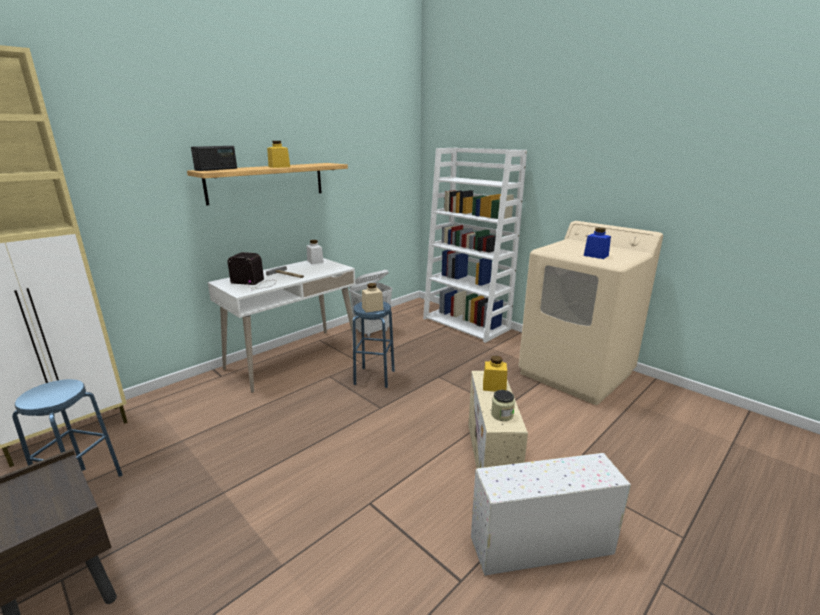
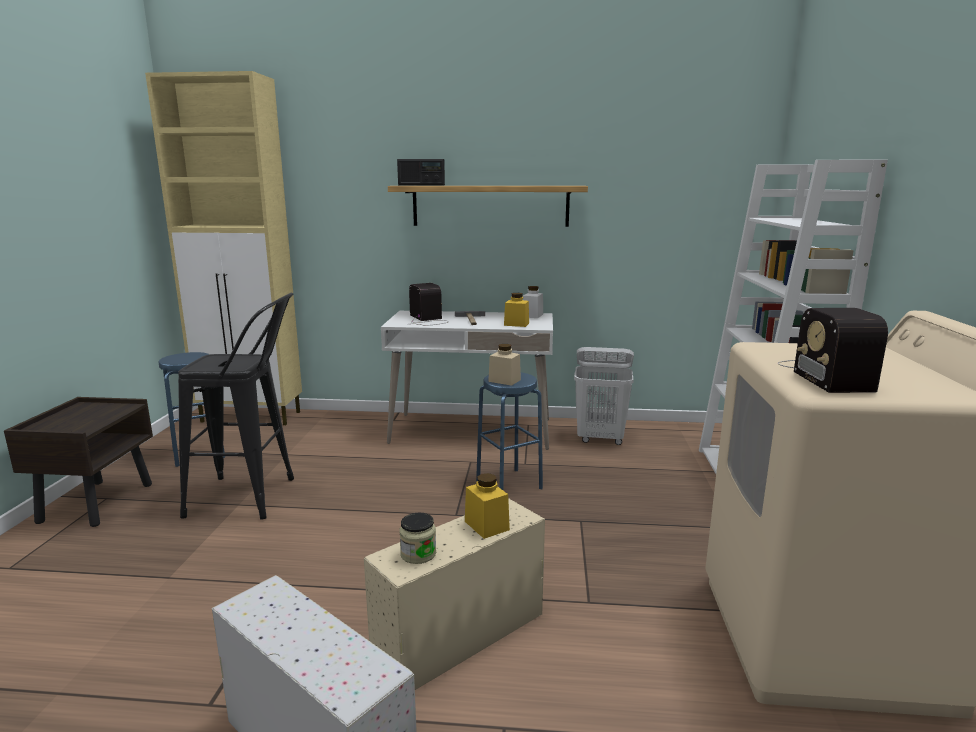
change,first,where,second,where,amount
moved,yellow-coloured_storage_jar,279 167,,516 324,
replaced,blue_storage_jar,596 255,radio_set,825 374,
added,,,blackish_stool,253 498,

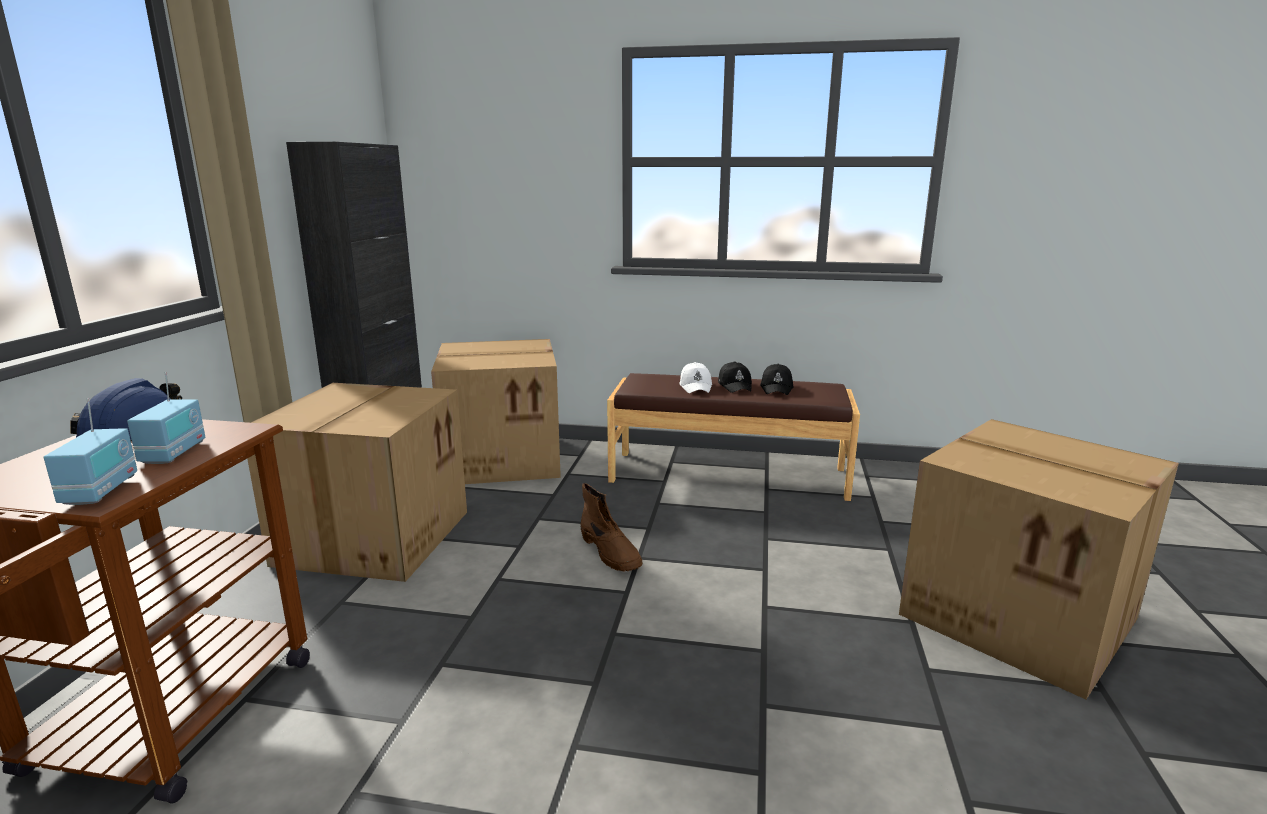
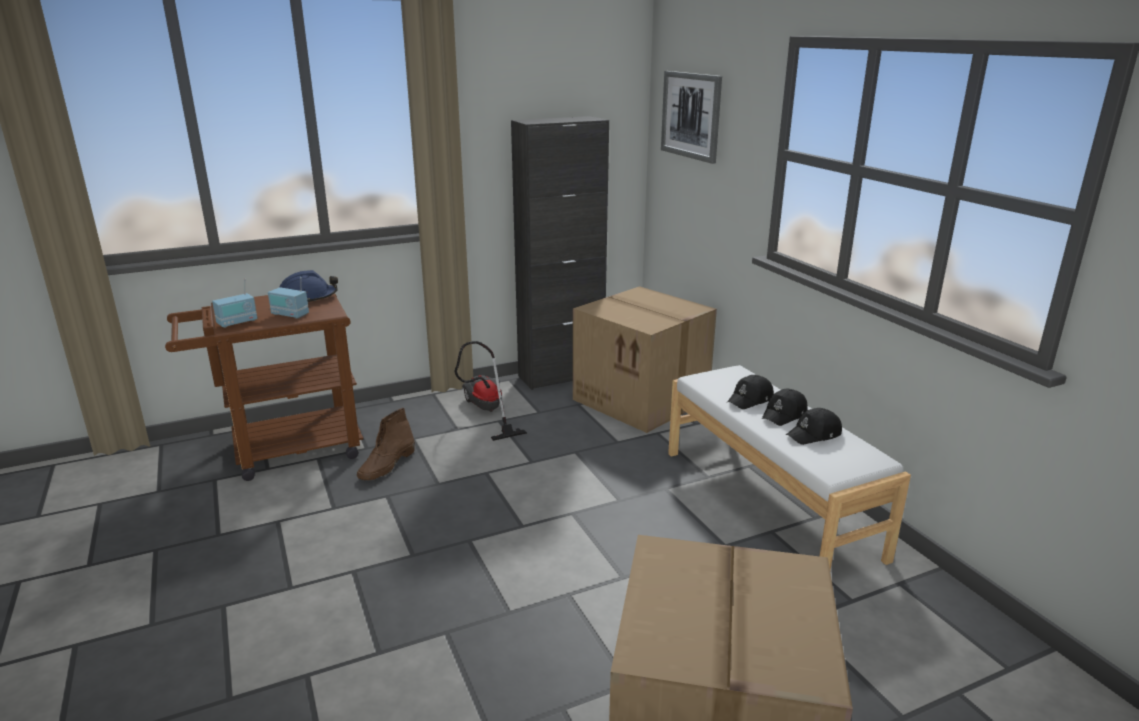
change,first,where,second,where,amount
turned,radio_set,174 452,,290 315,60 degrees clockwise
replaced,carton,373 536,hoover,486 411,
moved,brownish_boot,611 552,,387 465,
recoloured,brownish_long_seat,728 474,white_long_seat,769 502,
recoloured,white_peaked_cap,696 386,blackish_peaked_cap,750 399,
added,,,wall_picture,691 115,

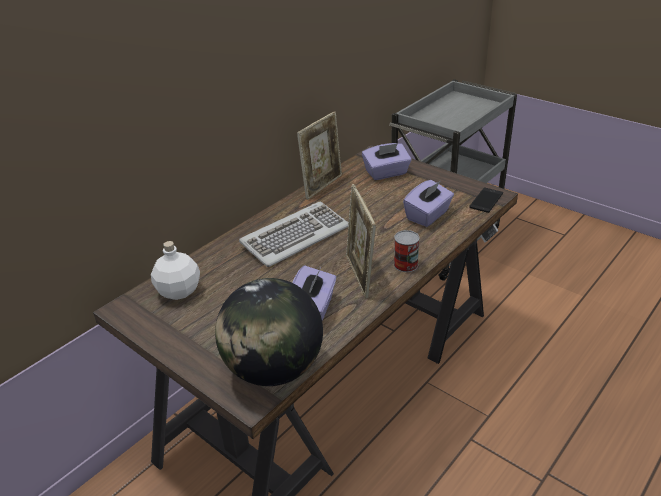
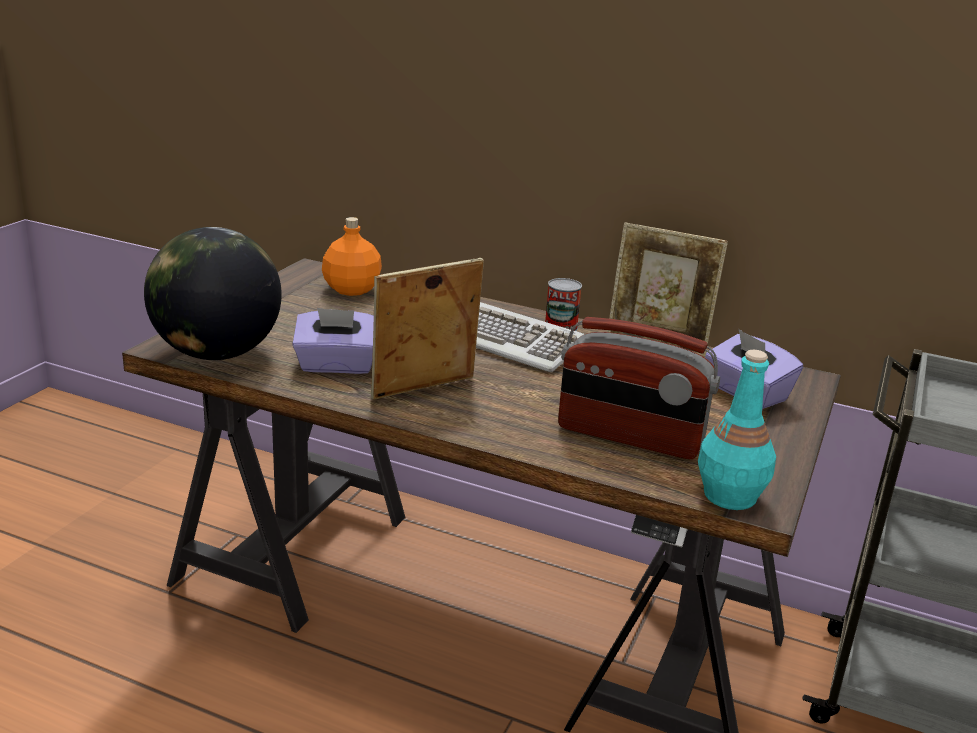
change,first,where,second,where,amount
recoloured,white_drink_bottle,179 291,orange_drink_bottle,351 290,
moved,can,405 264,,560 327,
replaced,purple-coloured_tissue_holder,428 215,radio_set,629 437,
replaced,phone,486 200,turquoise-coloured_drink_bottle,729 495,

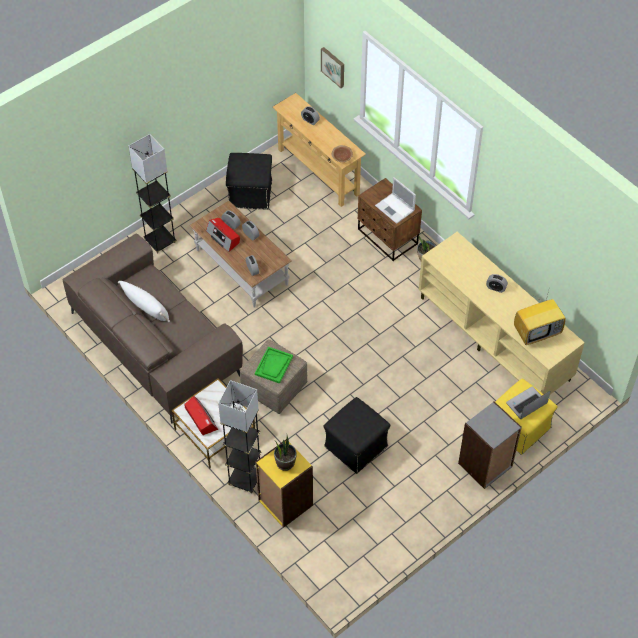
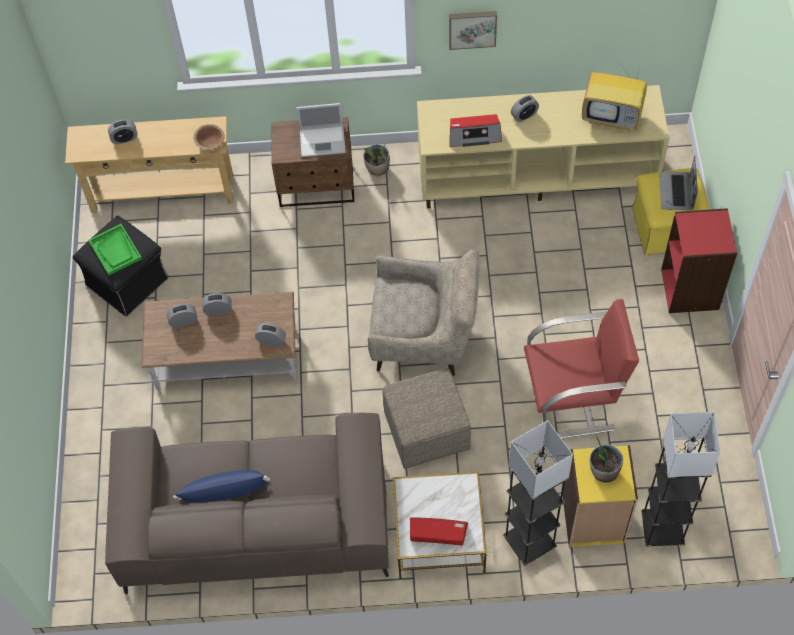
change,first,where,second,where,amount
recoloured,white_throw_pillow,146 307,blue_throw_pillow,224 493,
moved,grey_standard_lamp,160 241,,661 529,
moved,radio_set,223 237,,474 135,
moved,green-coloured_carrying_tray,274 366,,115 250,
moved,wall_picture,333 66,,472 28,
replaced,blackish_footrest,355 447,reddish_easy_chair,572 398,
recoloured,grey_bookcase,485 465,reddish_bookcase,690 289,
turned,television,537 332,,613 116,90 degrees clockwise
added,,,sand-coloured_easy_chair,425 339,

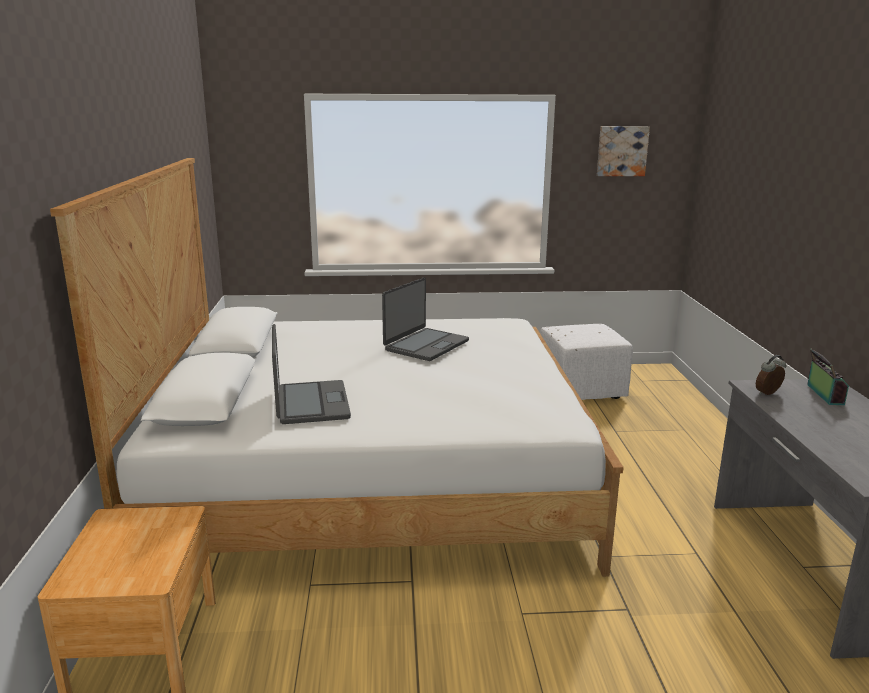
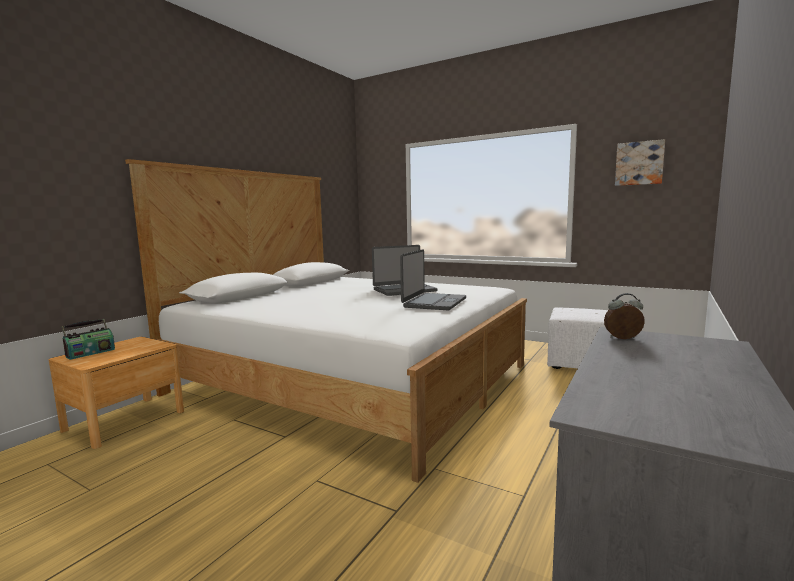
change,first,where,second,where,amount
moved,notebook_computer,310 404,,434 303,
moved,radio_set,823 394,,90 353,

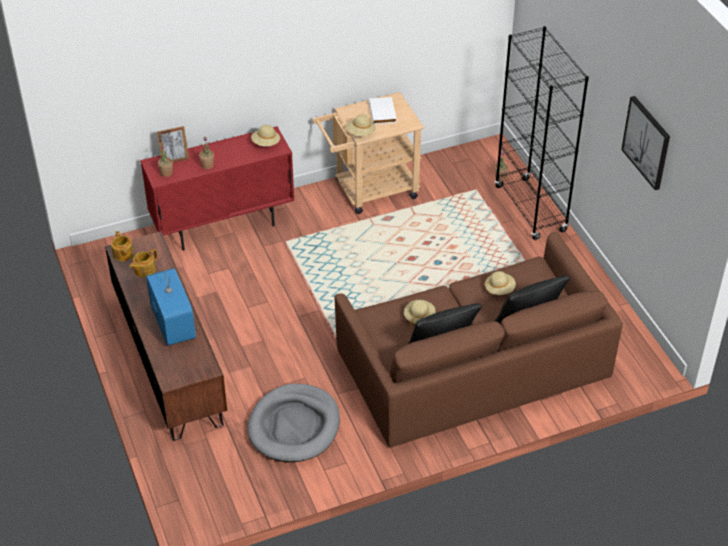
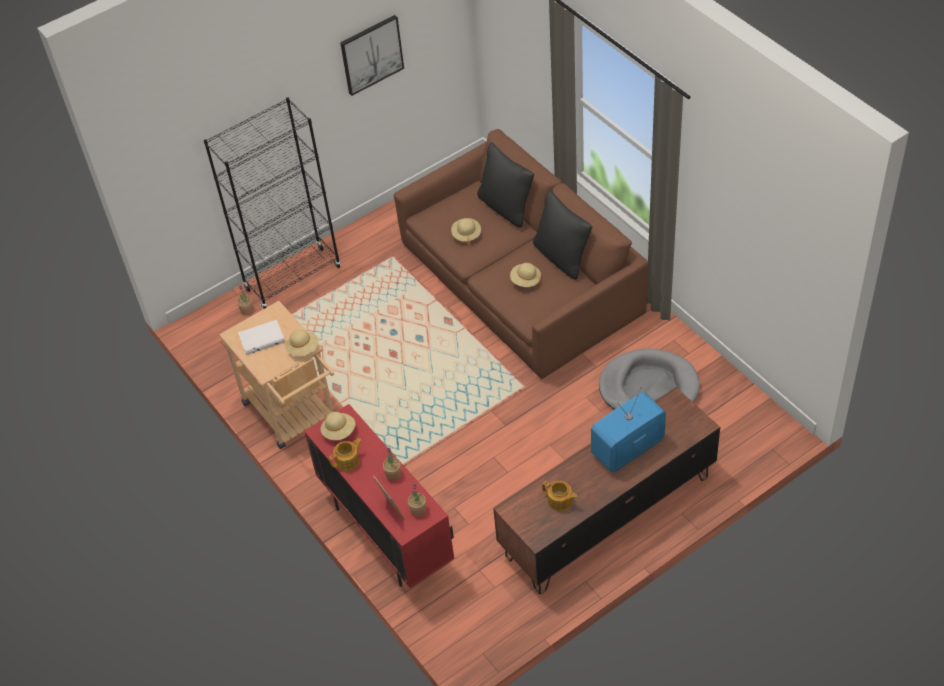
change,first,where,second,where,amount
moved,pot_for_tea,123 254,,348 461,

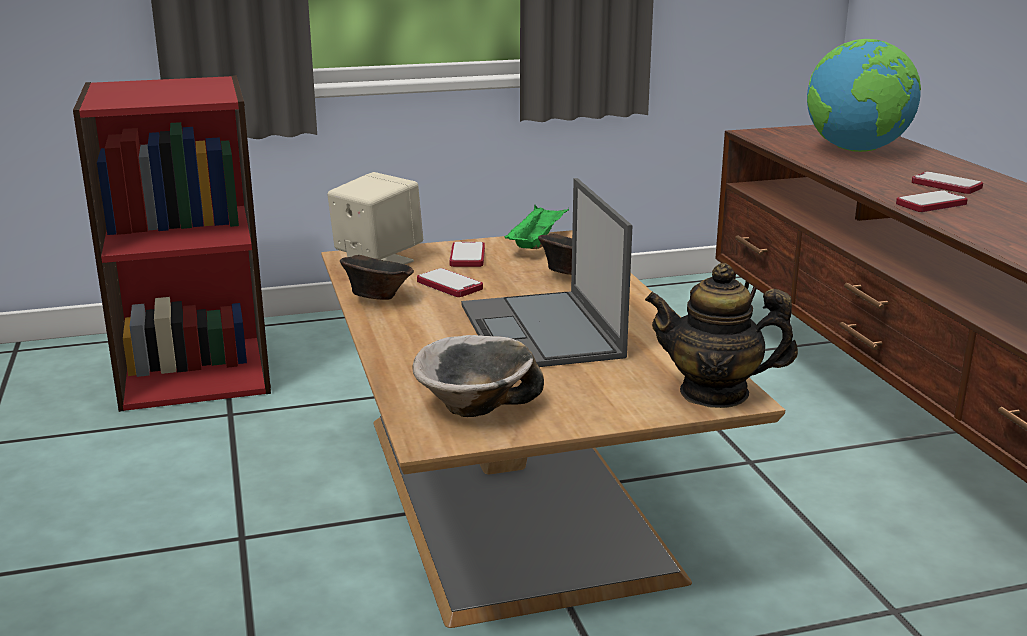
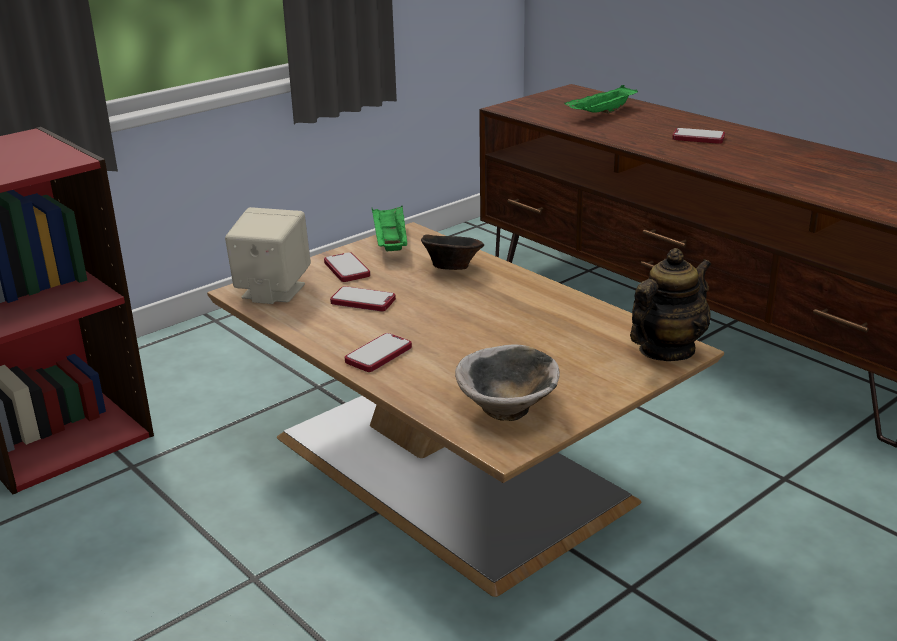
change,first,where,second,where,amount
removed,brownish_bowl,377 298,,,
removed,notebook_computer,541 332,,,
turned,pot_for_tea,714 393,,666 350,150 degrees clockwise
replaced,desk_globe,857 150,green-coloured_carrying_tray,601 114,
moved,phone,931 204,,378 354,

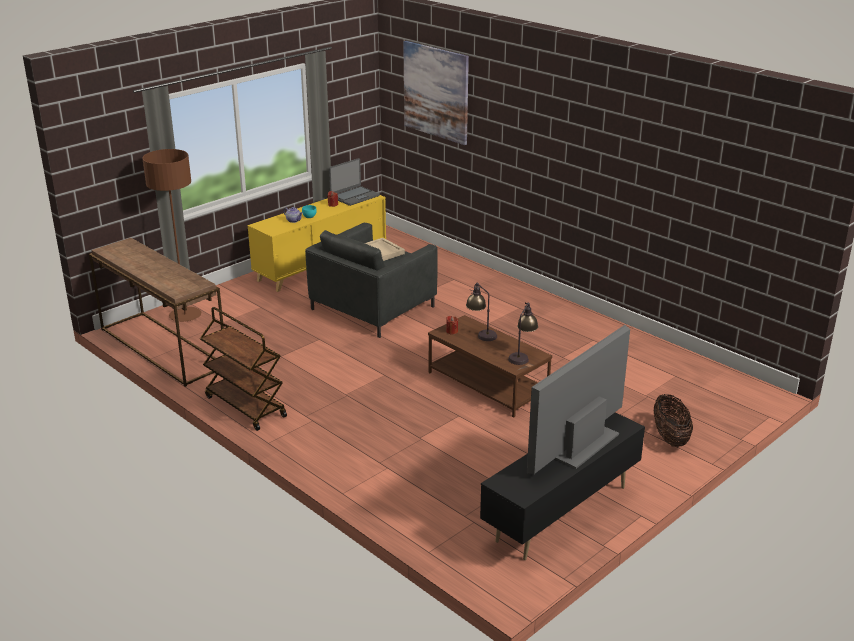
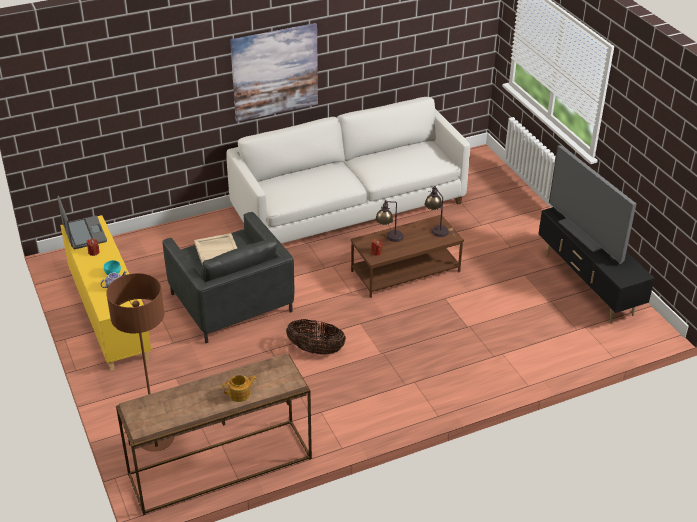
change,first,where,second,where,amount
removed,brownish_trolley,244 406,,,
moved,wall_picture,436 92,,275 72,
moved,household_basket,670 437,,315 350,
added,,,pot_for_tea,240 394,
added,,,white_settee,349 206,

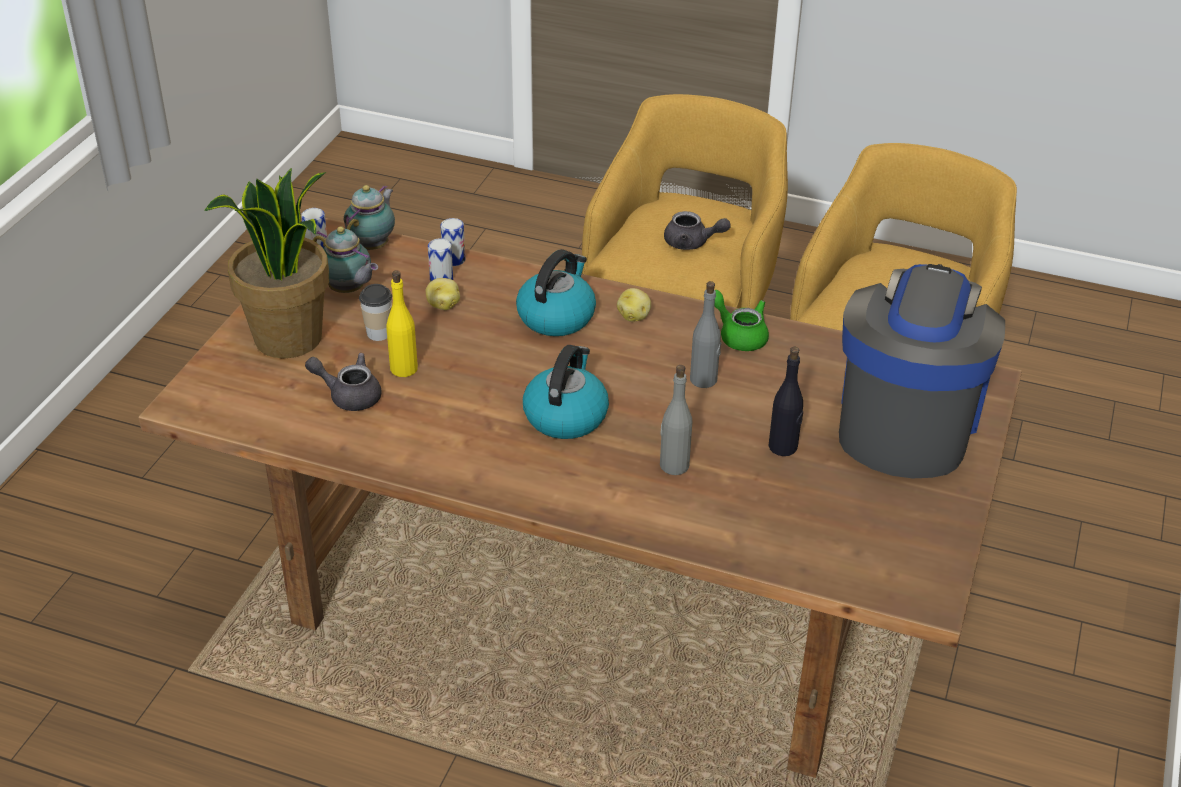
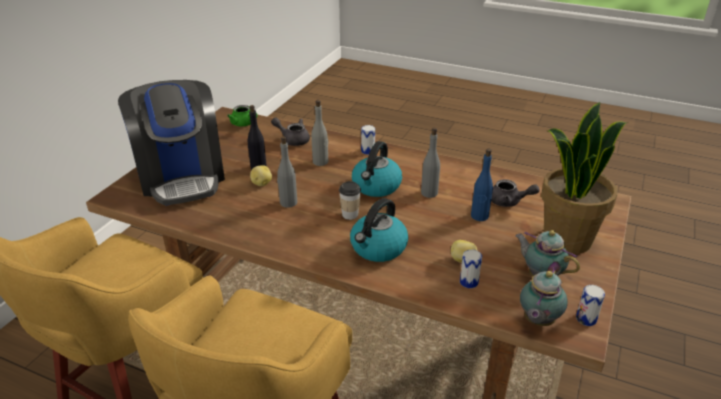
change,first,where,second,where,amount
moved,cup,379 333,,350 214,
recoloured,yellow-coloured_drink_bottle,404 368,blue_drink_bottle,479 216,
moved,can,454 260,,368 151,
moved,potato,634 316,,261 183,
moved,grey_pot_for_tea,692 243,,293 139,
moved,green-coloured_pot_for_tea,739 335,,245 124,
turned,coffee_maker,906 422,,182 177,45 degrees counterclockwise
added,,,grey_drink_bottle,429 193,

